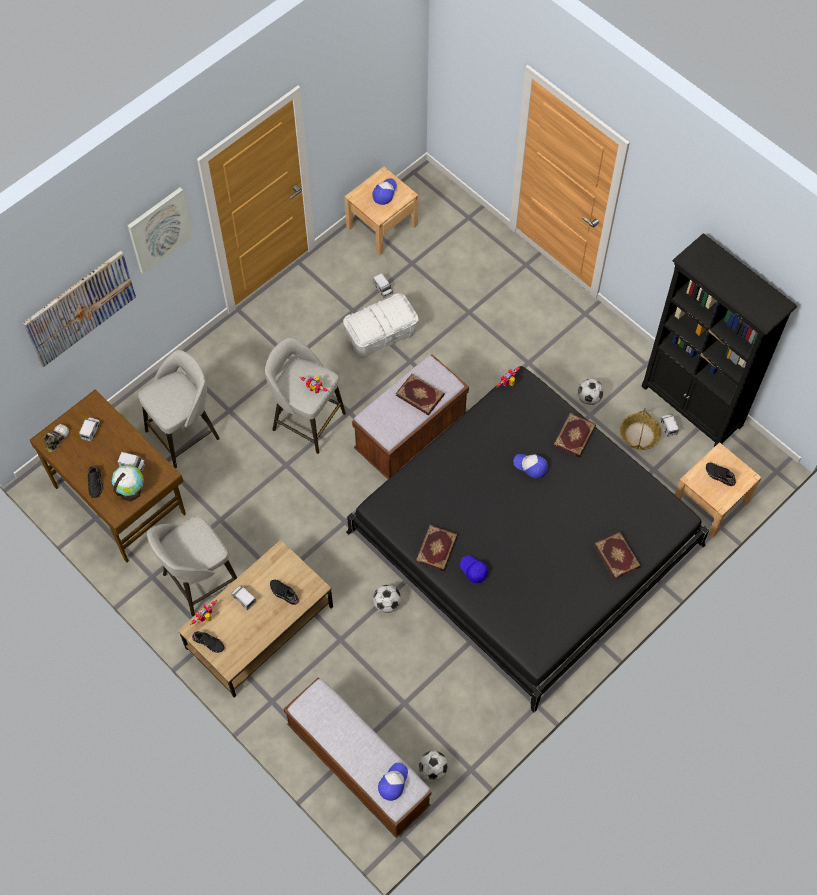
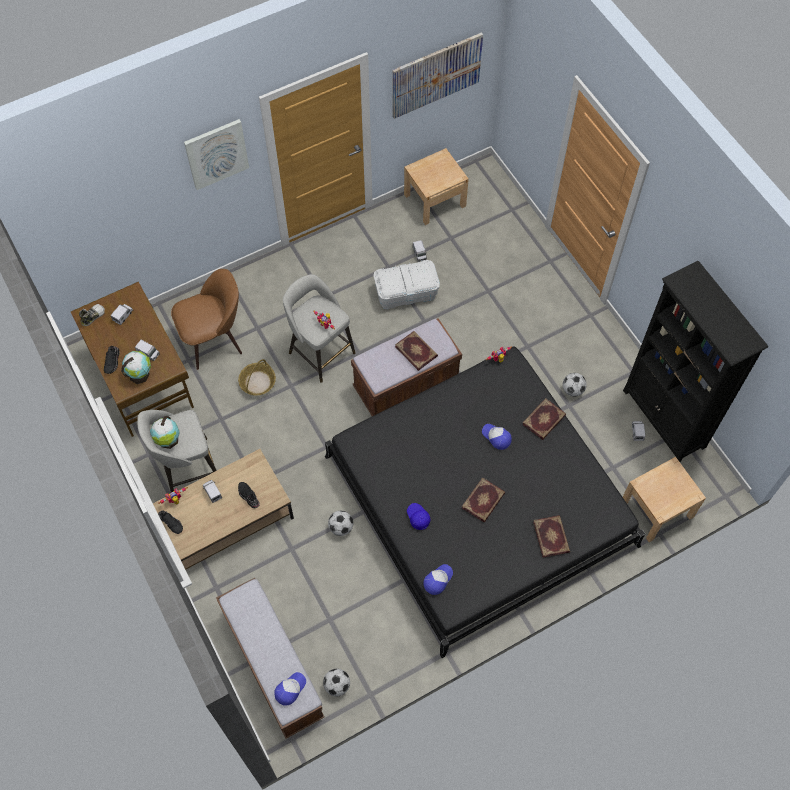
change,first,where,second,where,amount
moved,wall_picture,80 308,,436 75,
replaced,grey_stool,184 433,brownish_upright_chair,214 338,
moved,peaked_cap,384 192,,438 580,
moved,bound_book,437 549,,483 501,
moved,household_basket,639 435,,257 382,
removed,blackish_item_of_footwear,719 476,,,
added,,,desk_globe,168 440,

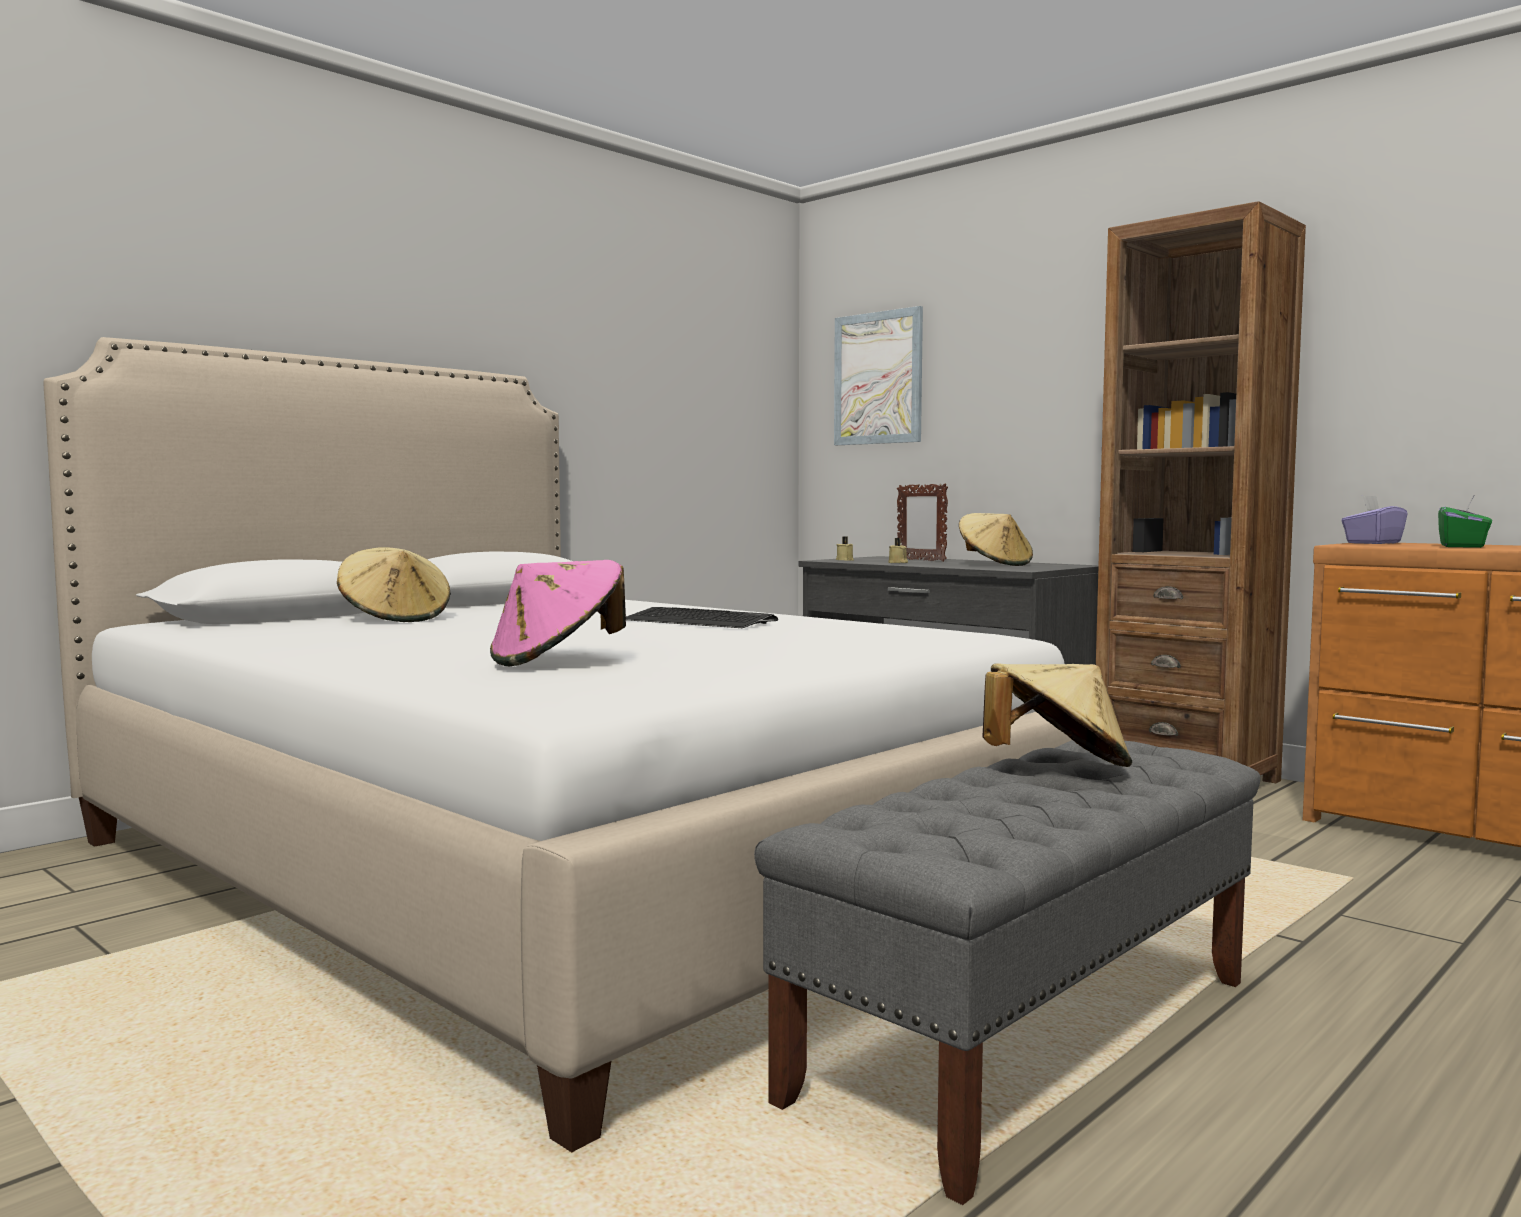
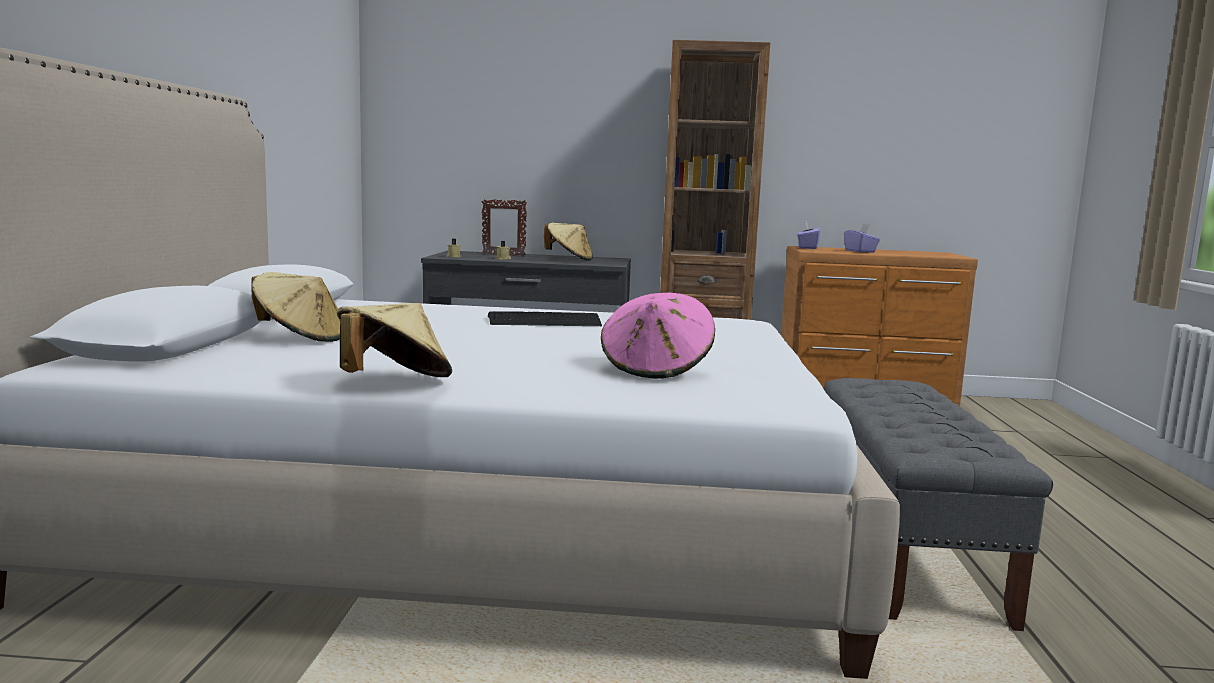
change,first,where,second,where,amount
removed,wall_picture,878 378,,,
moved,sand-coloured_wearable_hat,1056 766,,394 383,
recoloured,green-coloured_tissue_holder,1463 546,purple-coloured_tissue_holder,860 251,

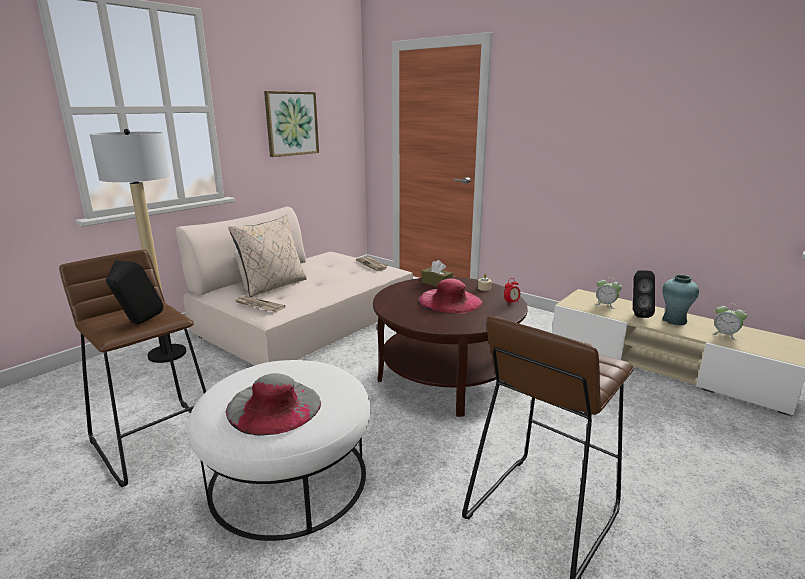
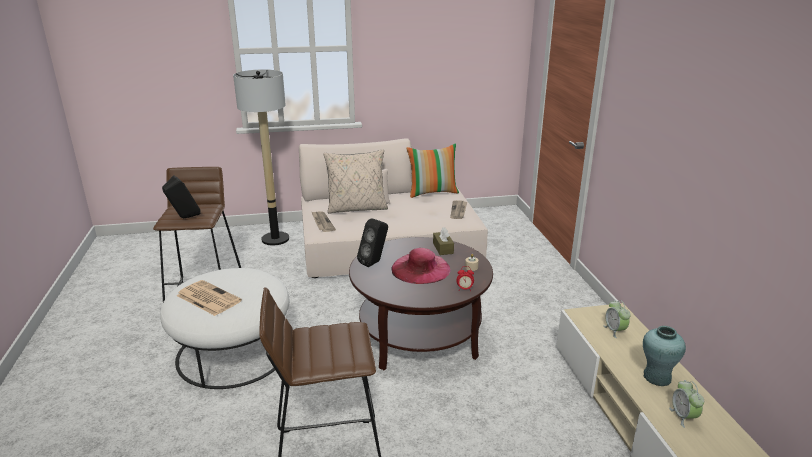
change,first,where,second,where,amount
replaced,grey_wearable_hat,274 406,newspaper,207 298,
removed,wall_picture,291 123,,,
moved,blackish_speaker,637 314,,374 262,
added,,,throw_pillow,432 192,

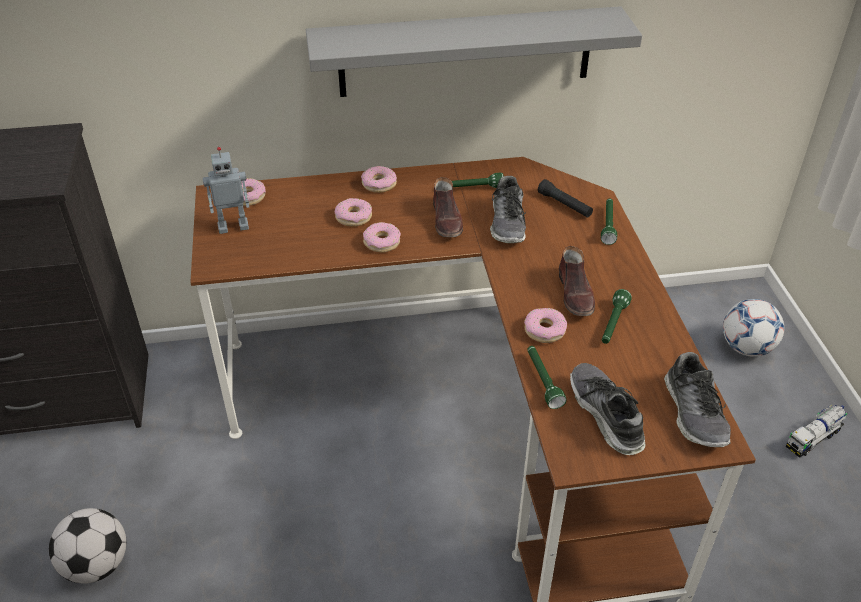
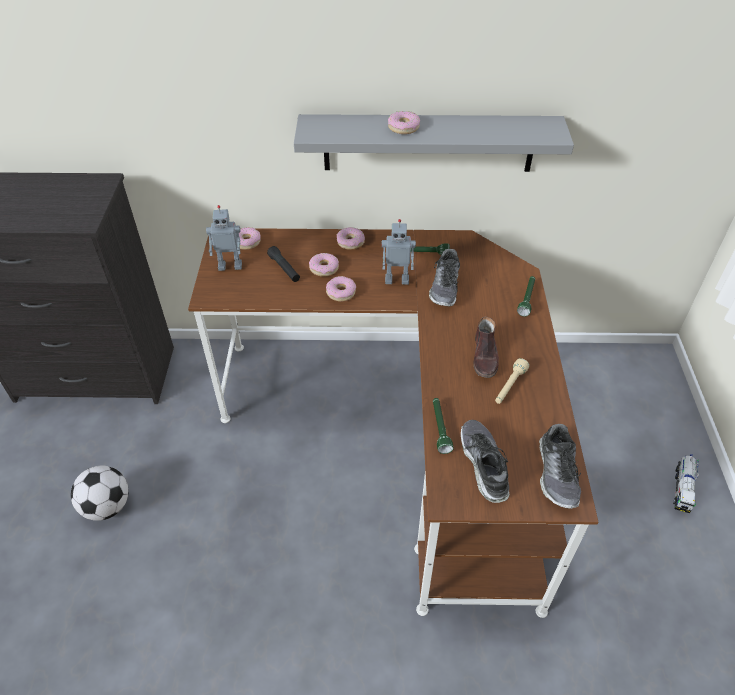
change,first,where,second,where,amount
replaced,brownish_item_of_footwear,447 220,model_robot,397 279,
moved,doughnut,544 330,,403 127,
moved,blackish_flashlight,564 205,,284 269,
recoloured,green-coloured_flashlight,613 324,sand-coloured_flashlight,509 386,
removed,football,746 347,,,
turned,model_truck,813 438,,682 488,45 degrees counterclockwise

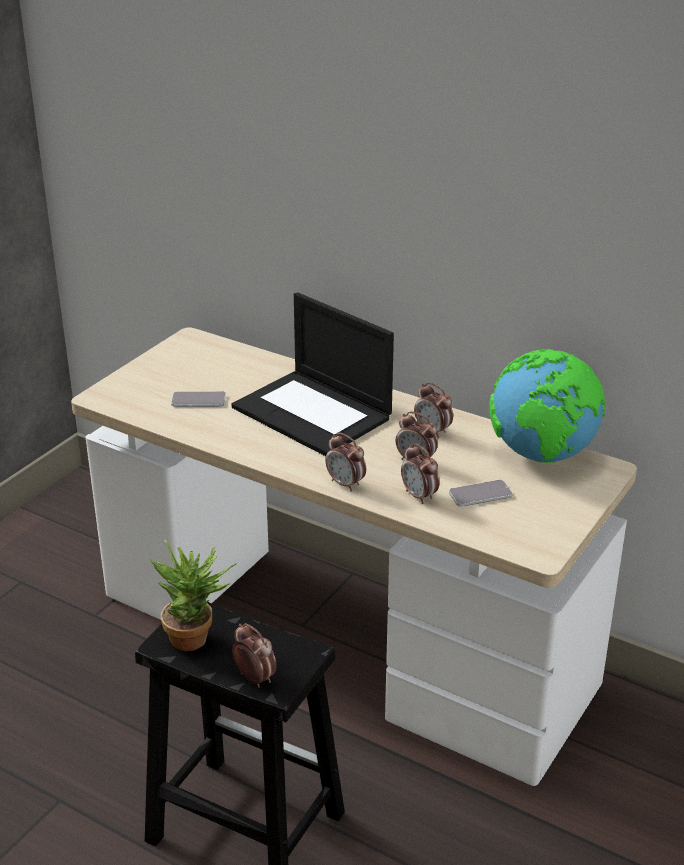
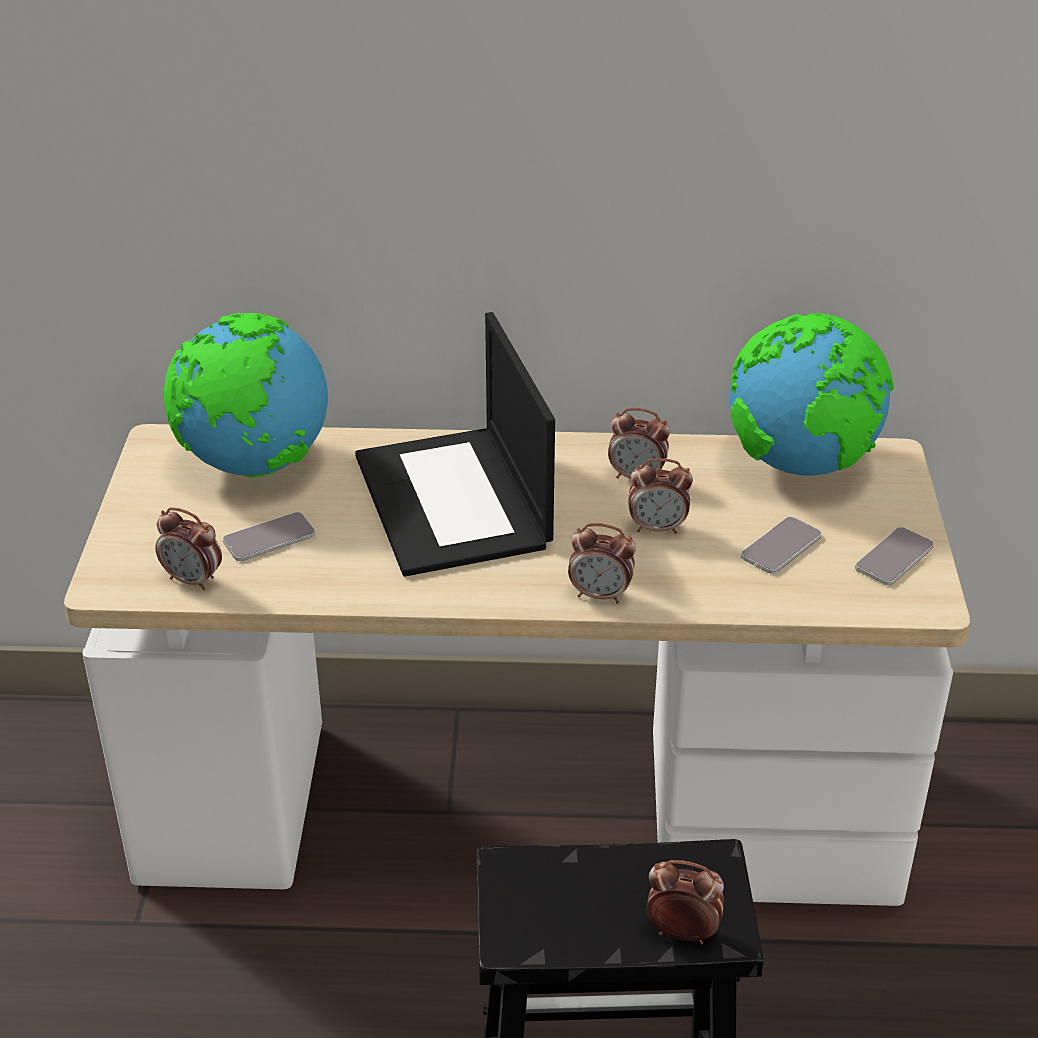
change,first,where,second,where,amount
removed,potted_plant,197 639,,,
turned,notebook_computer,314 413,,454 502,60 degrees clockwise
moved,alarm_clock,419 496,,193 580,
added,,,desk_globe,254 465,
added,,,phone,894 558,

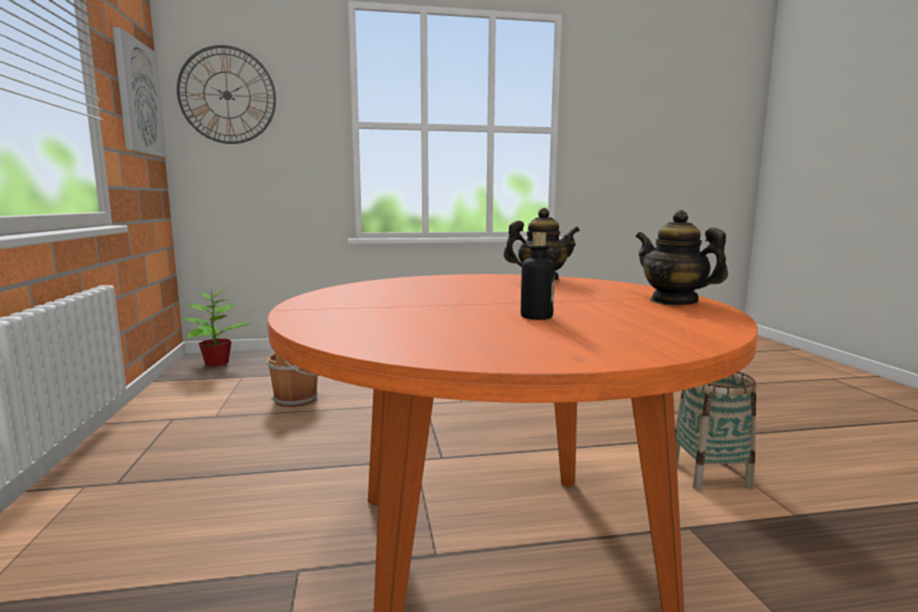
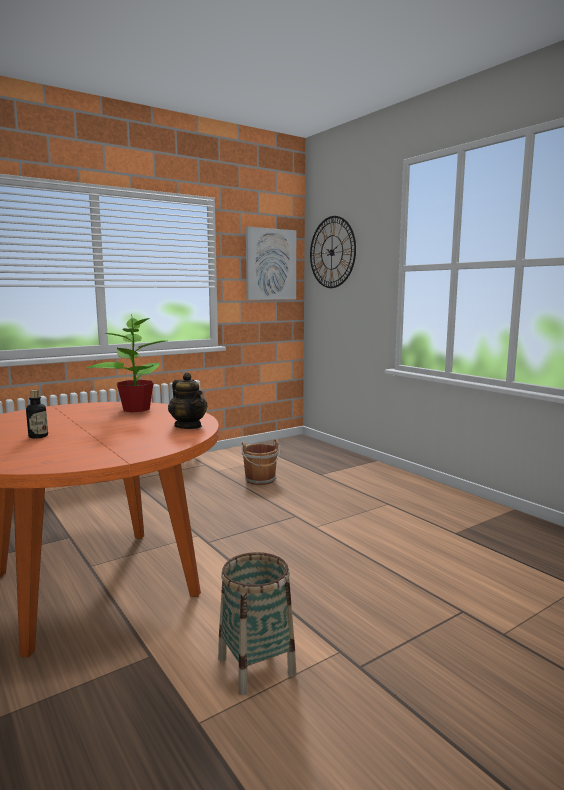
change,first,where,second,where,amount
moved,potted_plant,216 363,,136 409,
removed,pot_for_tea,674 301,,,

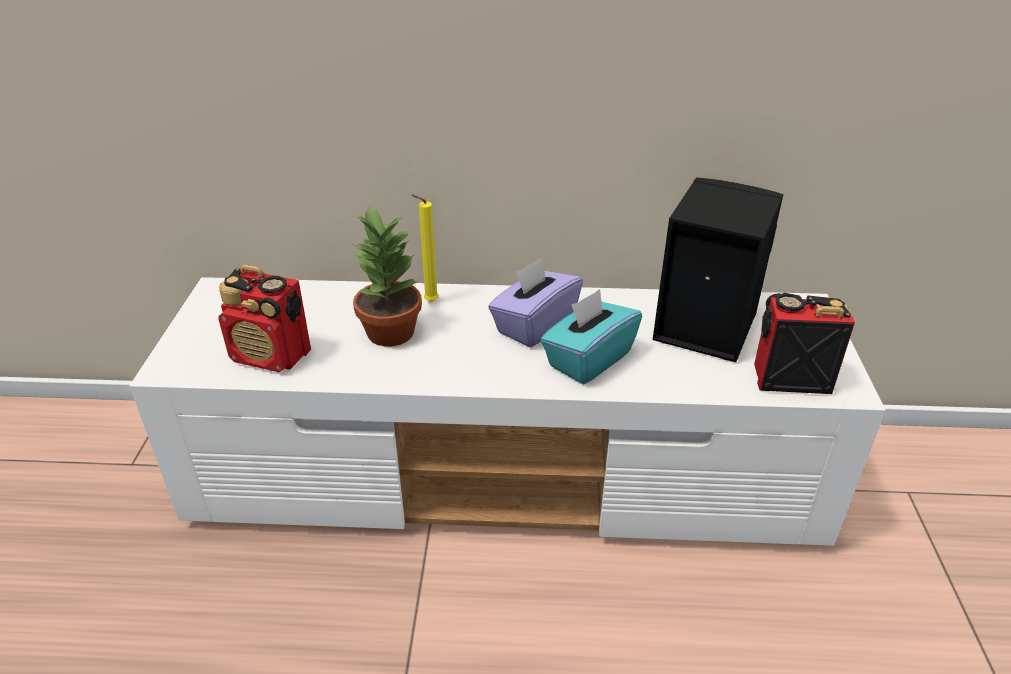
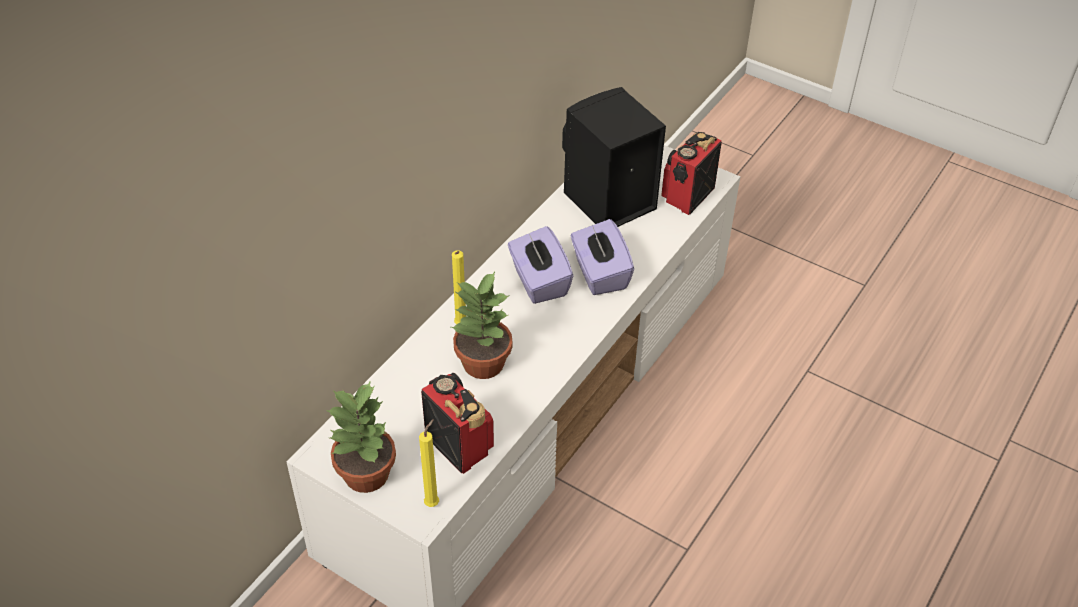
change,first,where,second,where,amount
turned,radio_set,272 356,,458 444,90 degrees counterclockwise
recoloured,turquoise-coloured_tissue_holder,588 359,purple-coloured_tissue_holder,599 274,
added,,,potted_plant,367 475,
added,,,yellow-coloured_candle,433 502,

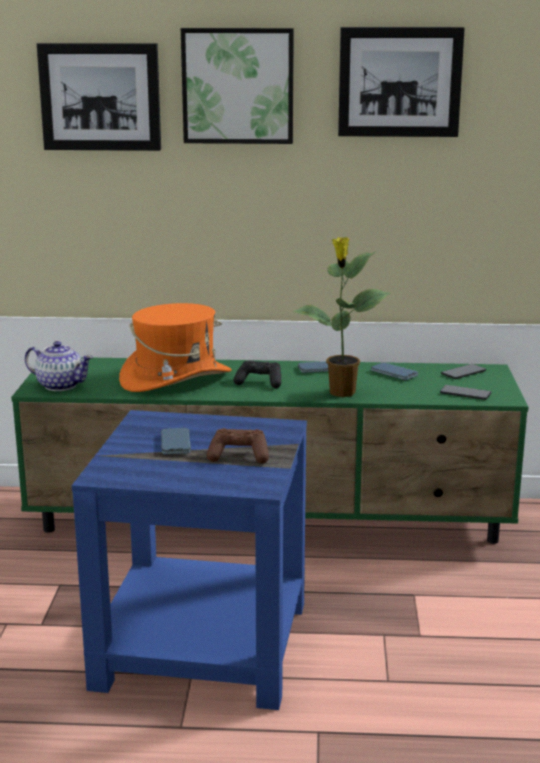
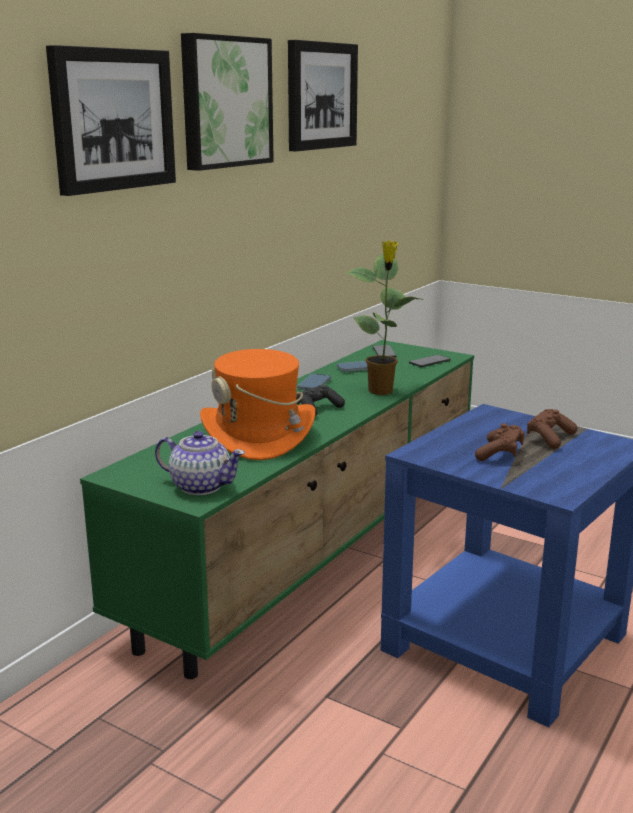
change,first,where,second,where,amount
turned,pot_for_tea,60 385,,200 486,60 degrees clockwise
replaced,phone,175 444,brownish_joypad,500 453,

